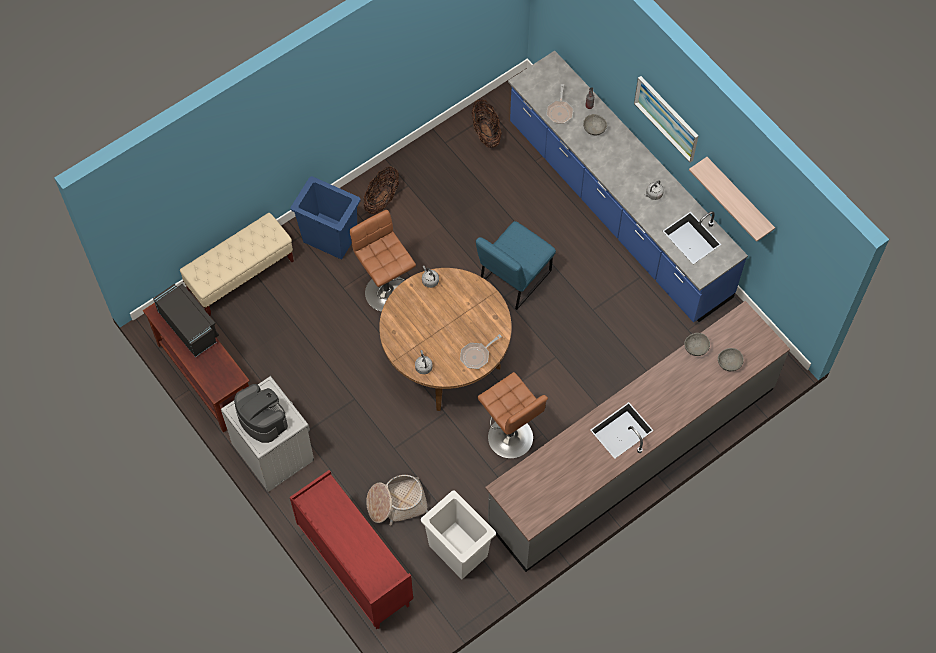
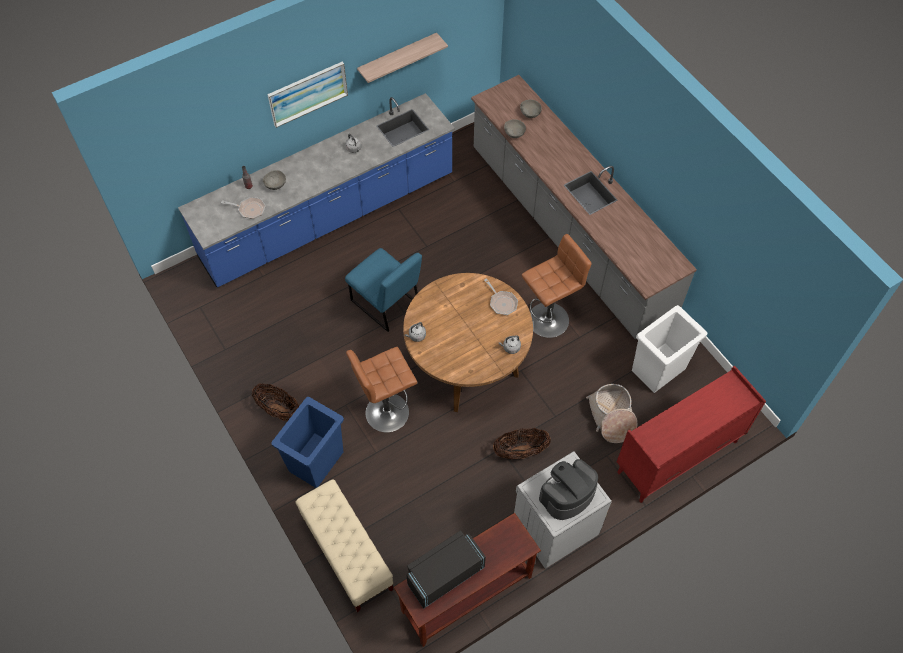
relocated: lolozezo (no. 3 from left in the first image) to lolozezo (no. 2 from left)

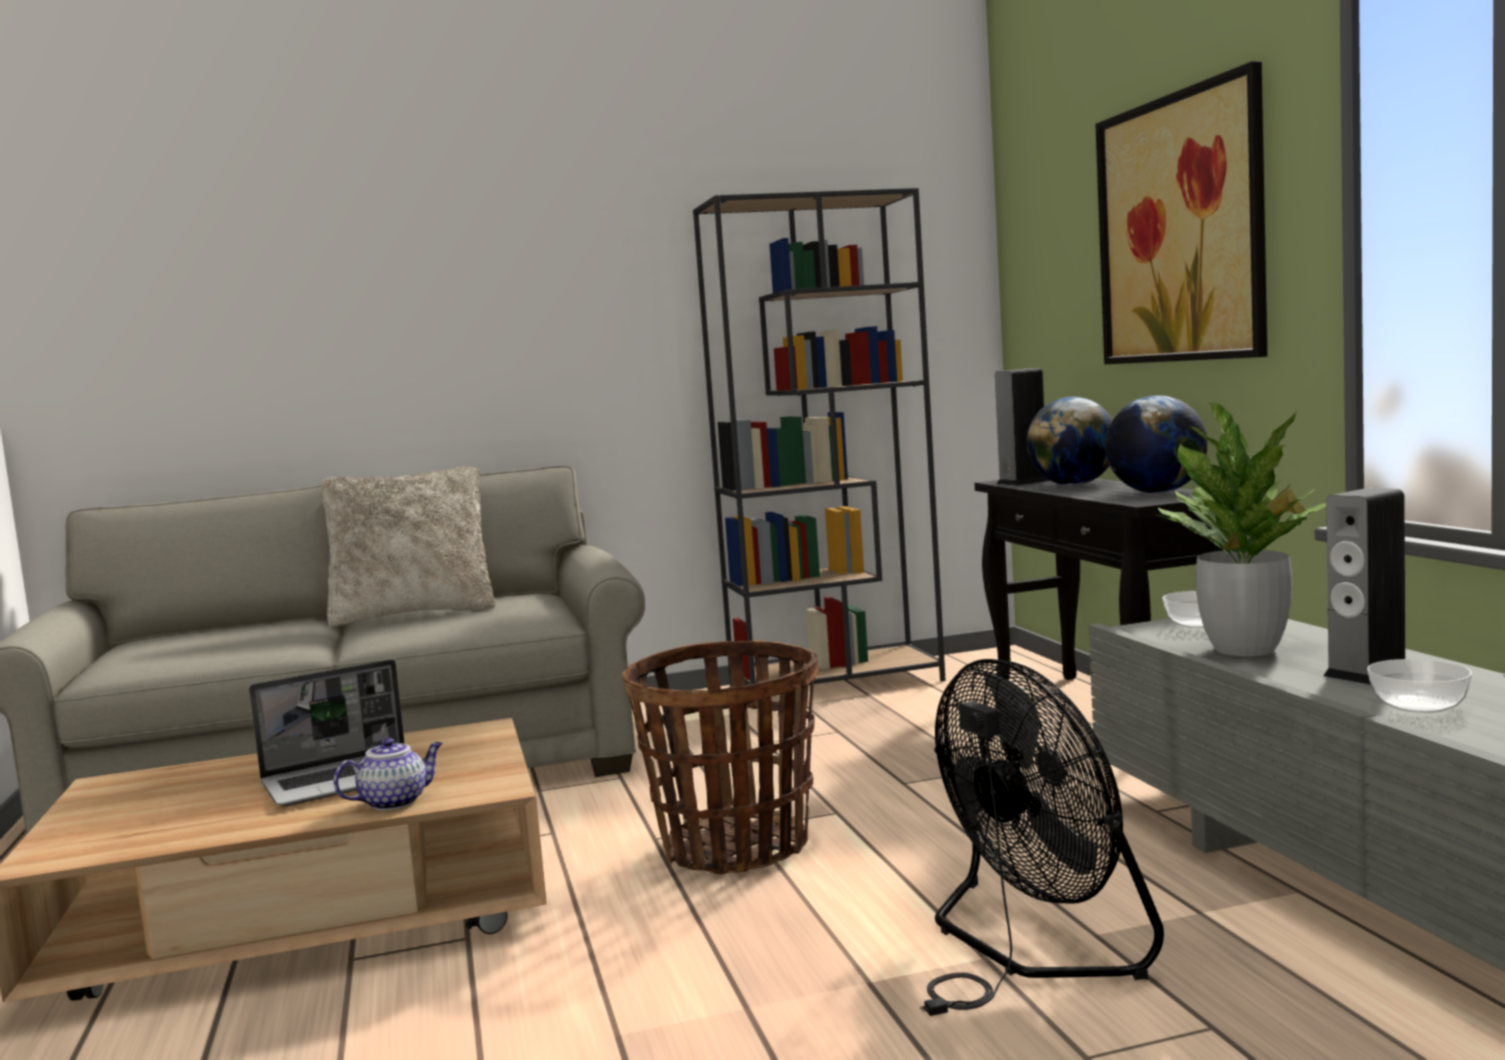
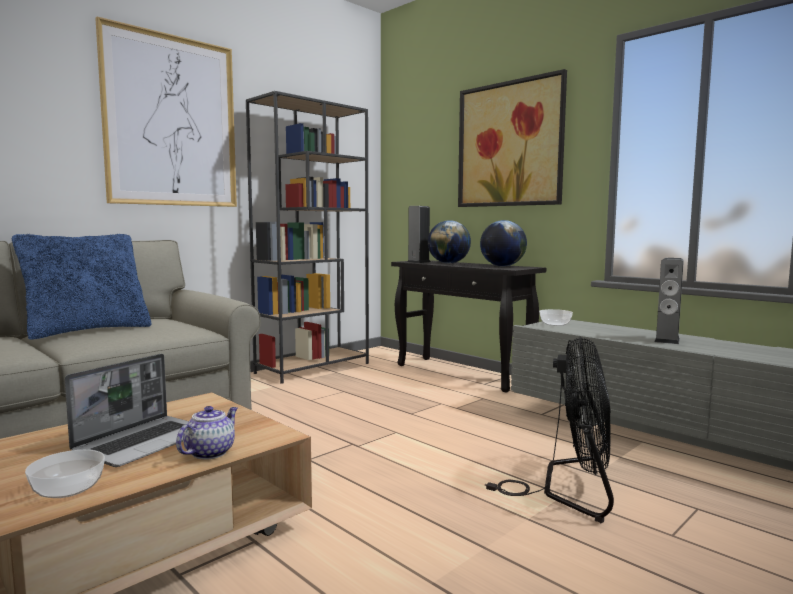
missing: lolozezo; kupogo
appeared: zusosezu (no. 1 from left)
relocated: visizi (no. 2 from left in the first image) to visizi (no. 1 from left)
colour: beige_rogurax to blue_rogurax
spun: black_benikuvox 75 degrees clockwise

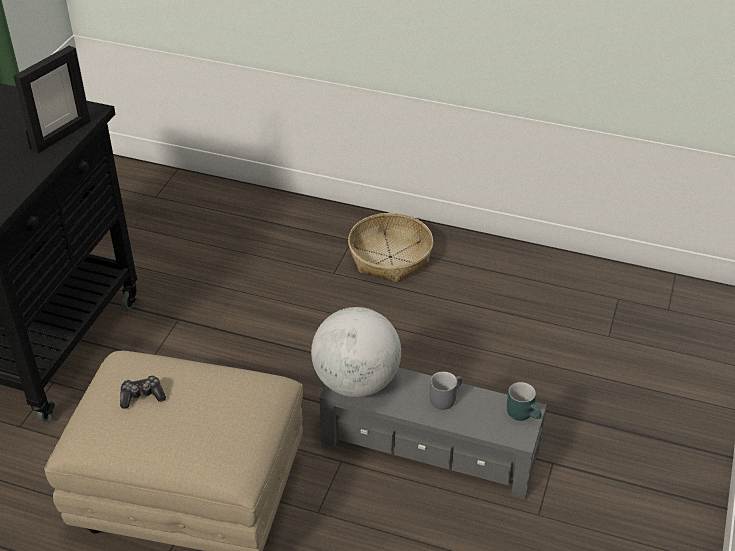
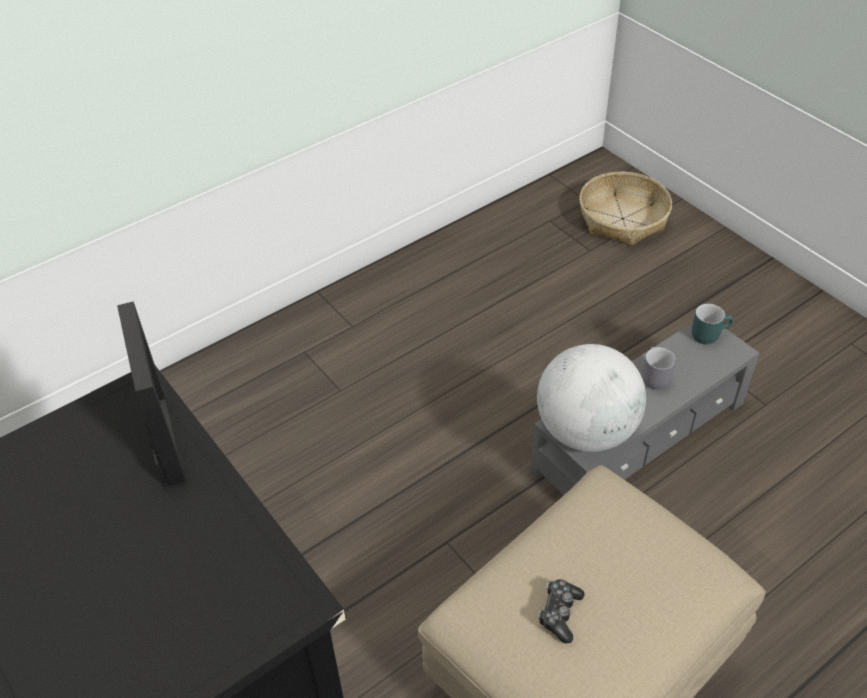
relocated: lolozezo

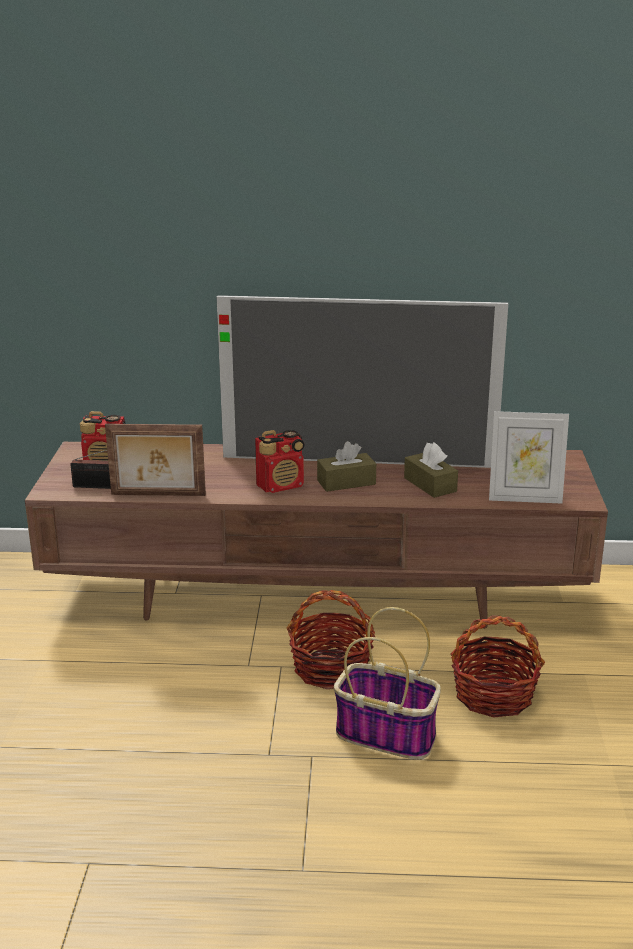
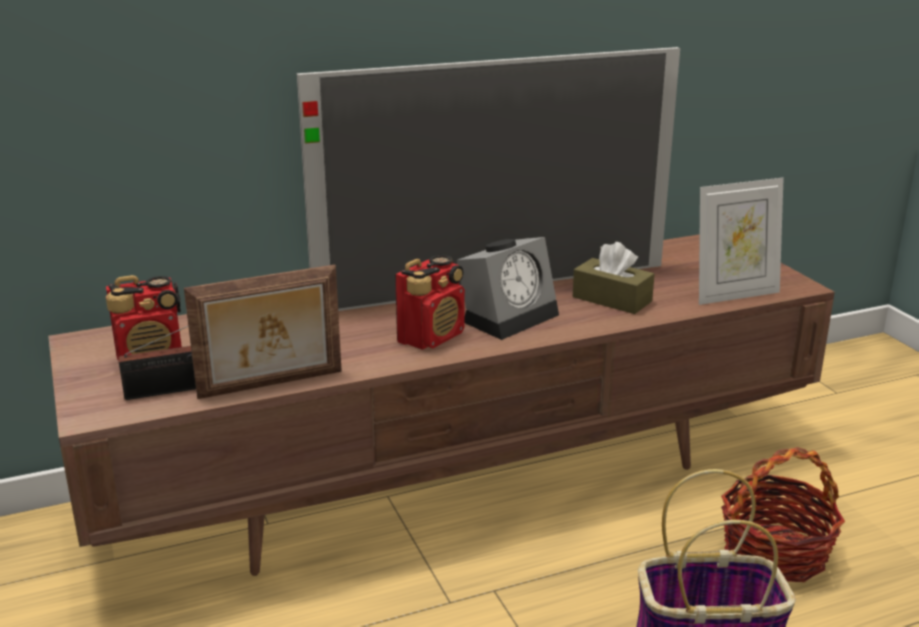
missing: lolozezo (no. 1 from left)
exchanged: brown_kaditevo (no. 1 from left) to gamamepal

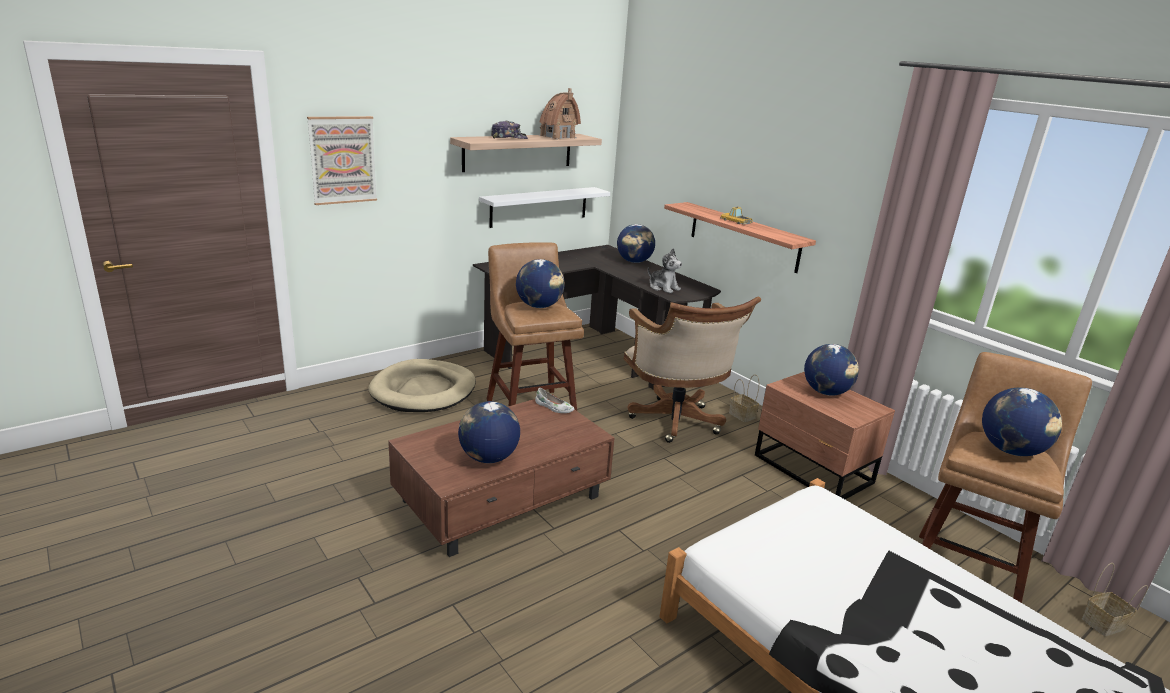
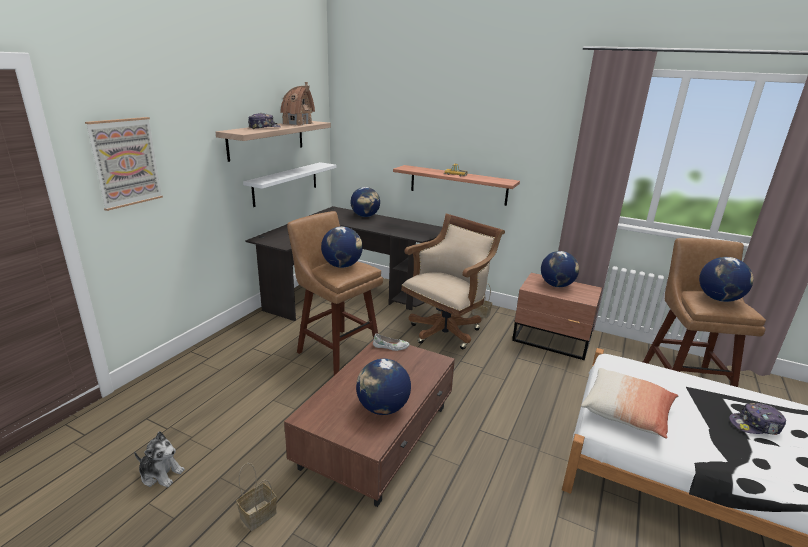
missing: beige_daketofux
appeared: rogurax; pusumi (no. 2 from left)
relocated: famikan; lolozezo (no. 2 from left in the first image) to lolozezo (no. 1 from left)
spun: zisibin 90 degrees counterclockwise

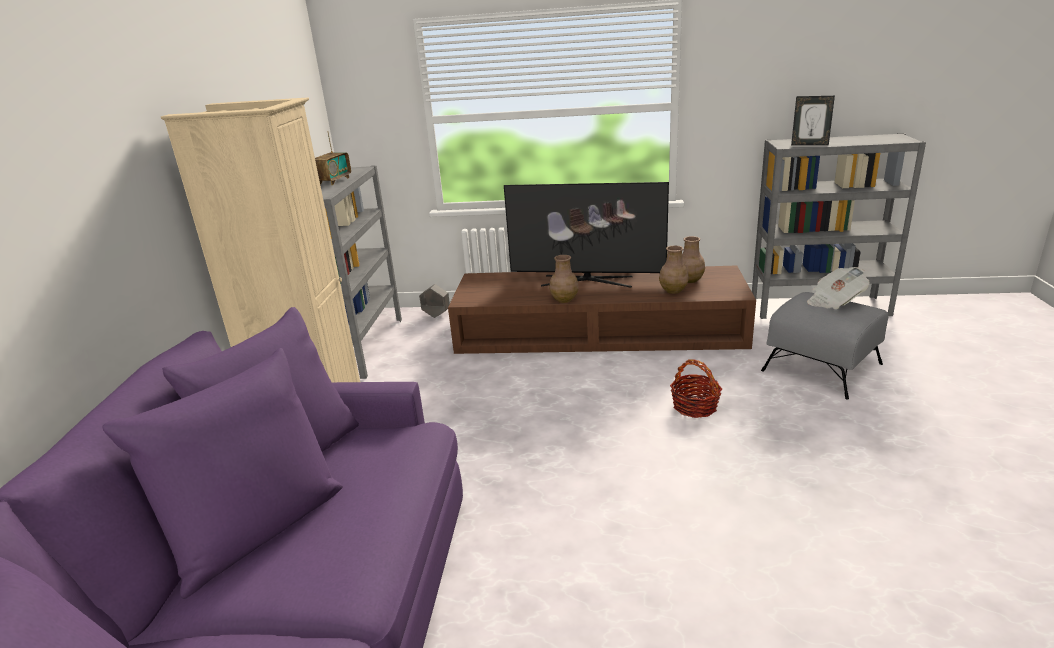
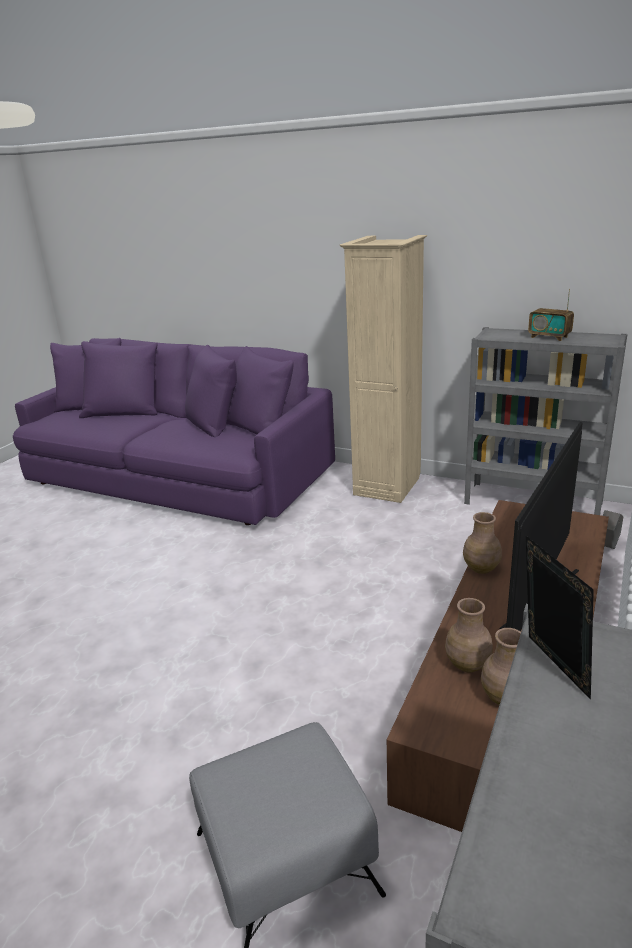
missing: lolozezo; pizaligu
spun: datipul 120 degrees clockwise

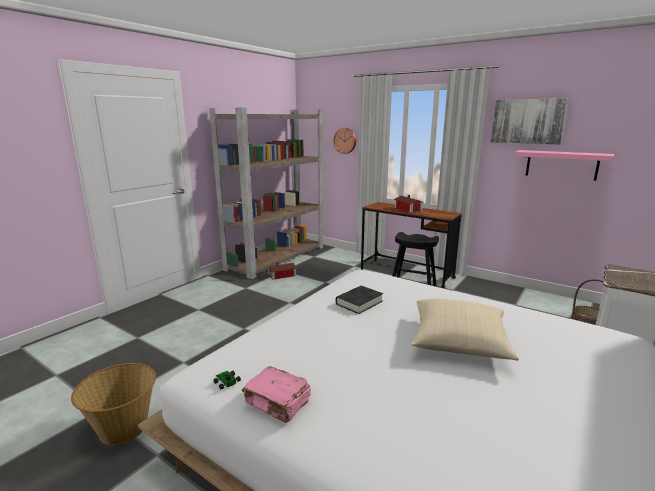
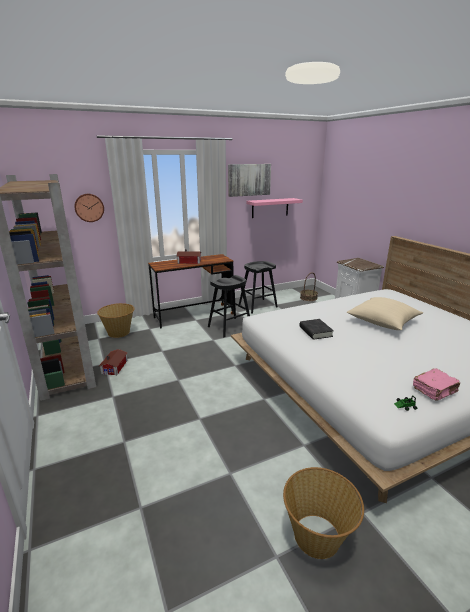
appeared: lolozezo (no. 1 from left); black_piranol (no. 2 from left)

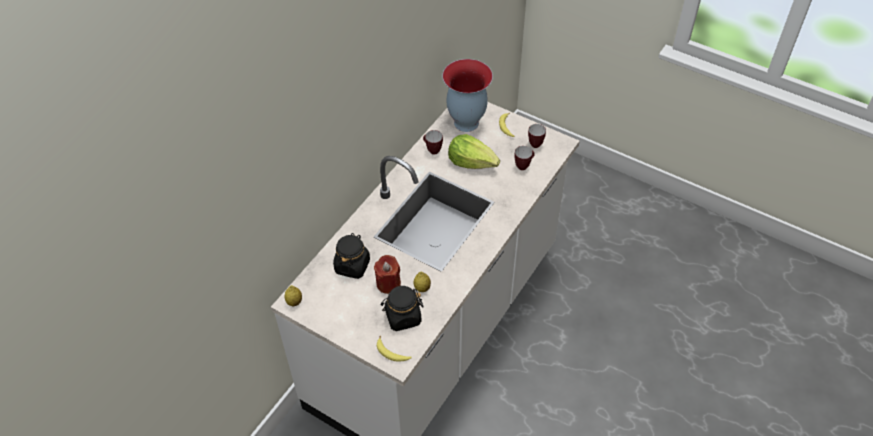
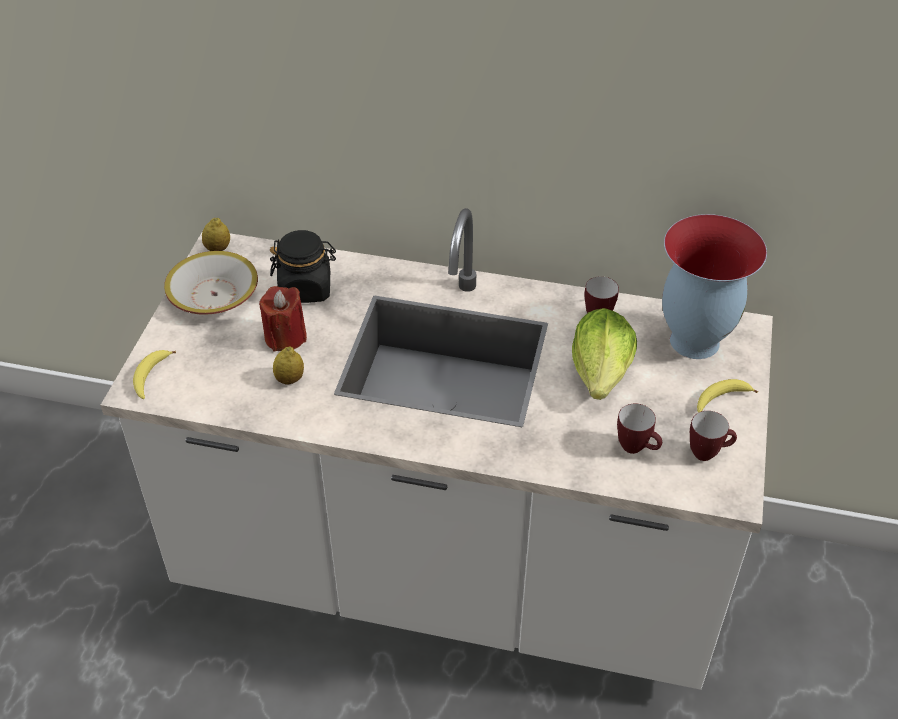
missing: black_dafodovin (no. 2 from left)
appeared: visizi

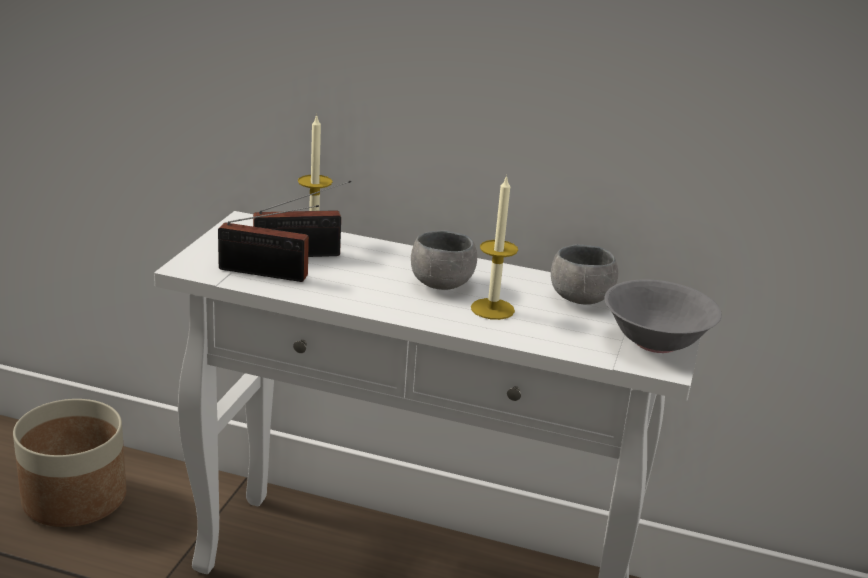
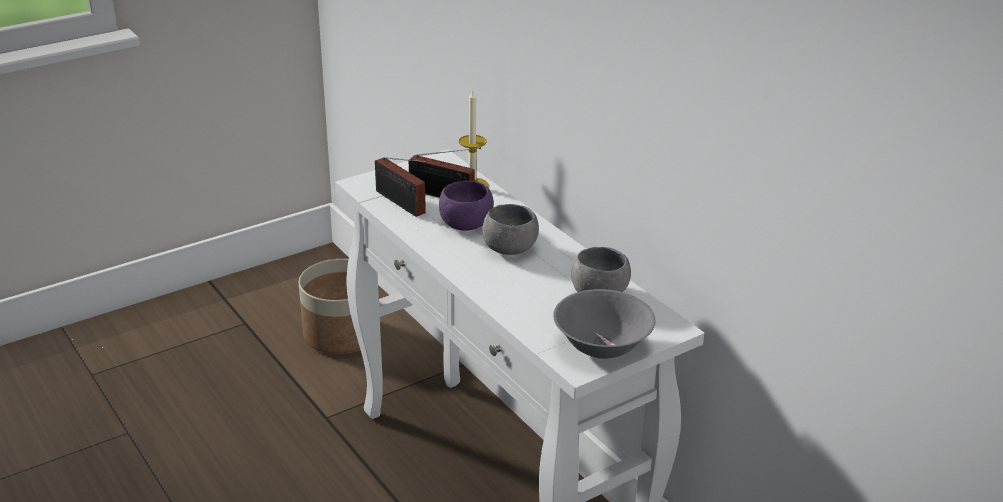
missing: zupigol (no. 2 from left)
appeared: purple_visizi

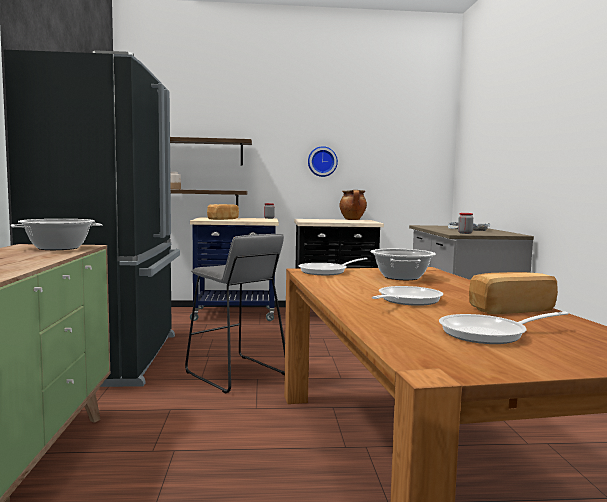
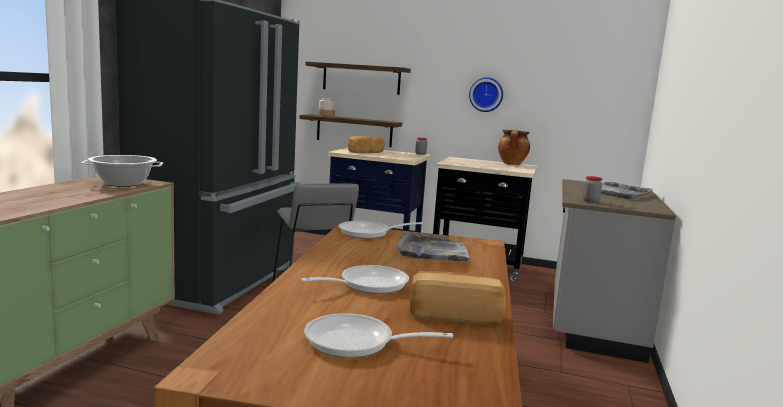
exchanged: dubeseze (no. 3 from left) to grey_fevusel (no. 1 from left)

